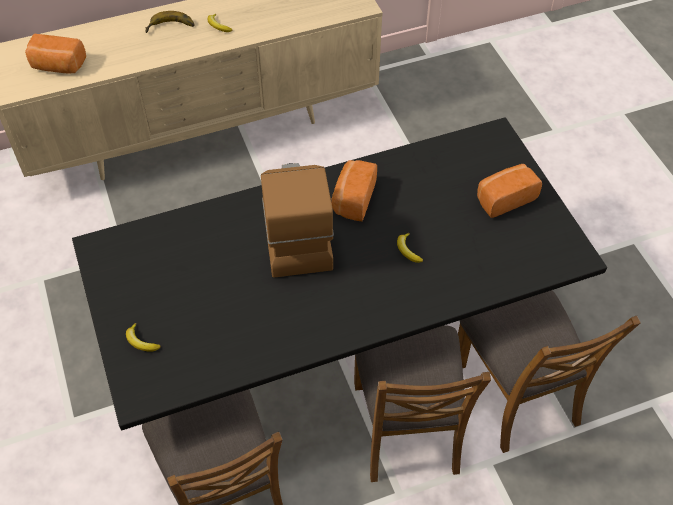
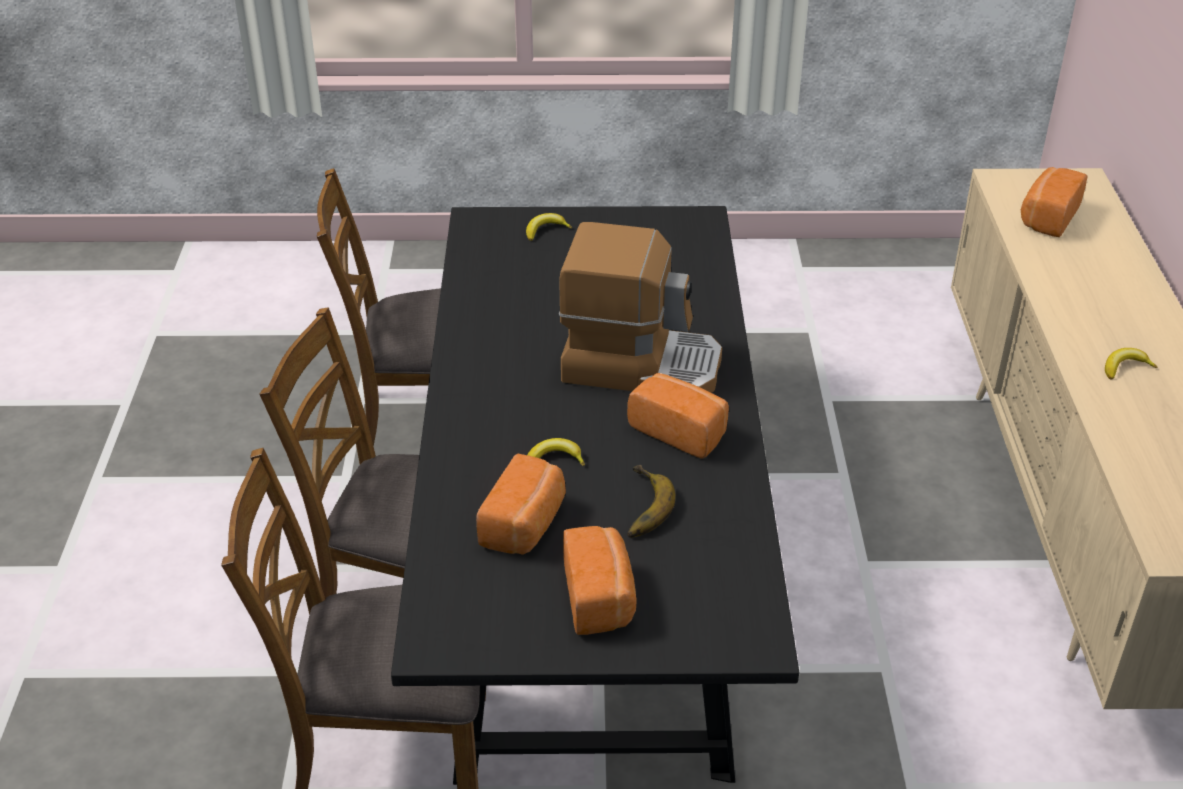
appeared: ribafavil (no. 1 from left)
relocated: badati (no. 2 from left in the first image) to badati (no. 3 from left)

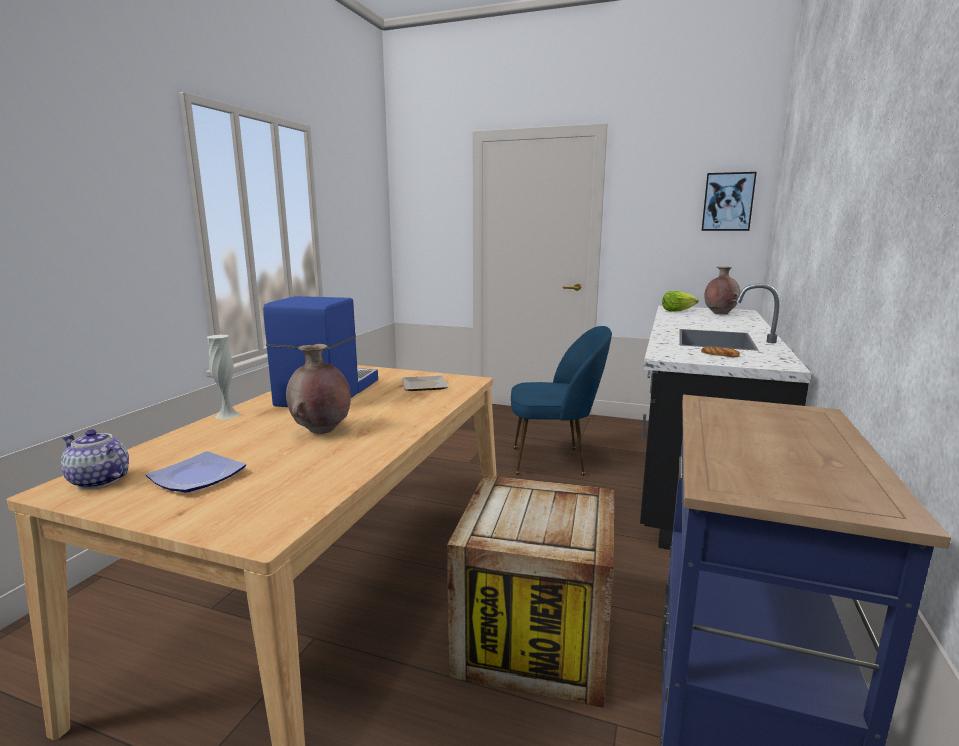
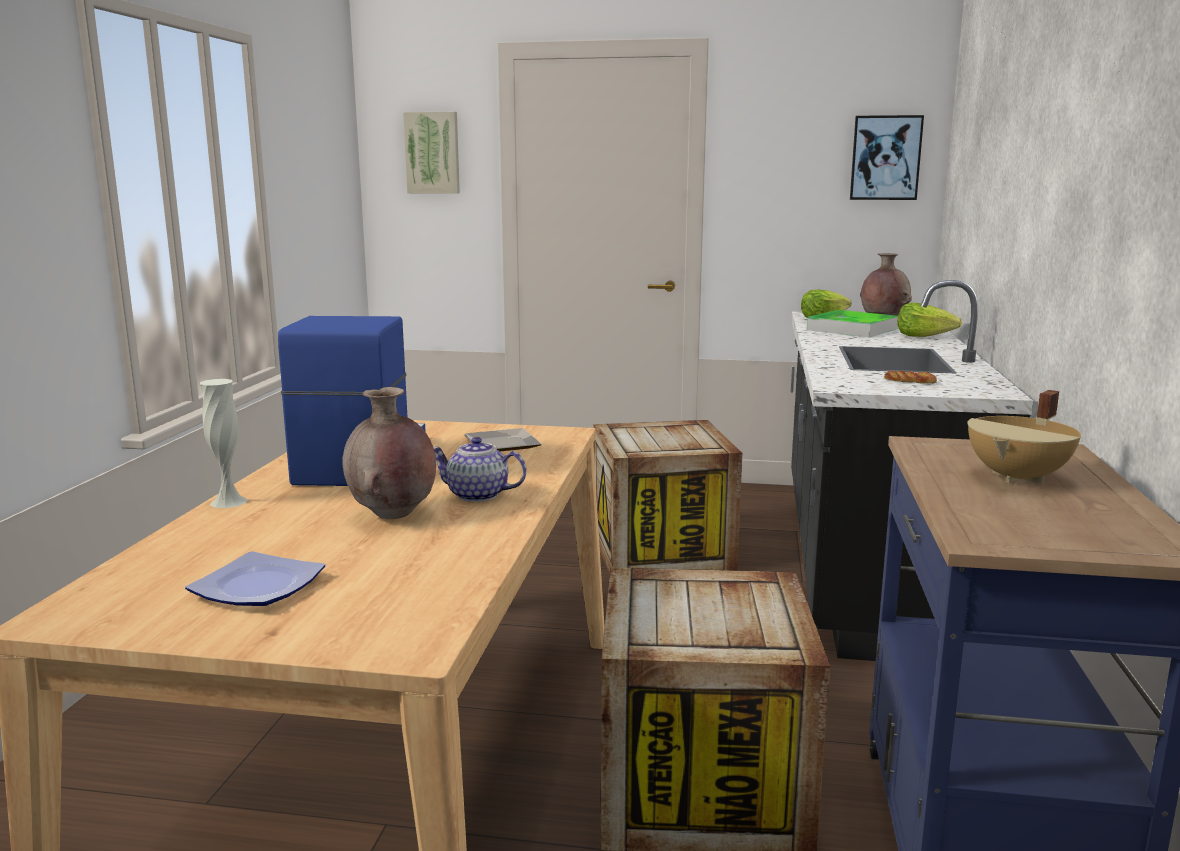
appeared: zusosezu (no. 1 from left); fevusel; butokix (no. 2 from left); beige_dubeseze
relocated: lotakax
exchanged: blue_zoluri to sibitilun (no. 1 from left)

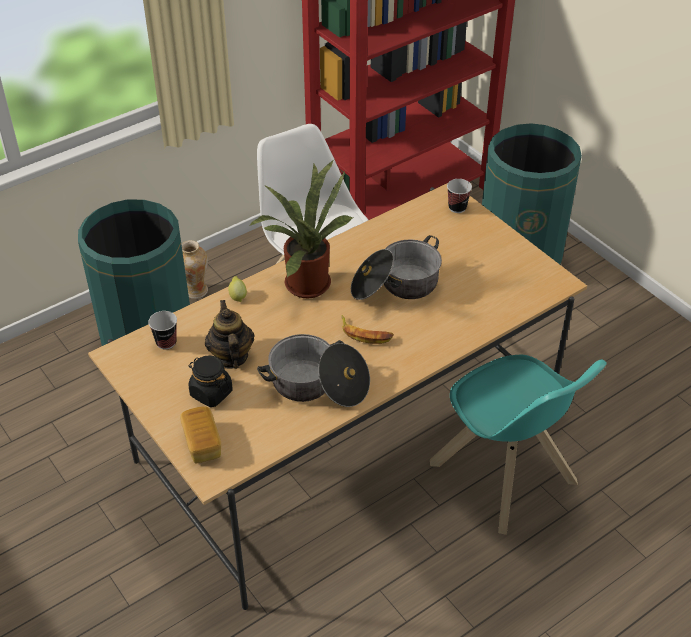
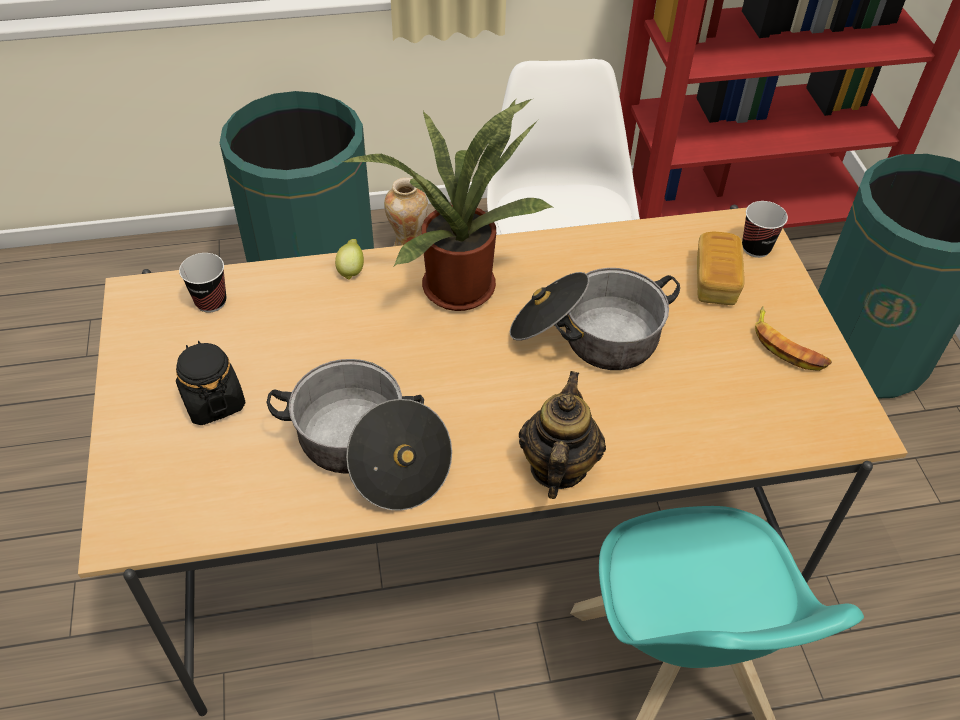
relocated: ribafavil; lotakax; badati

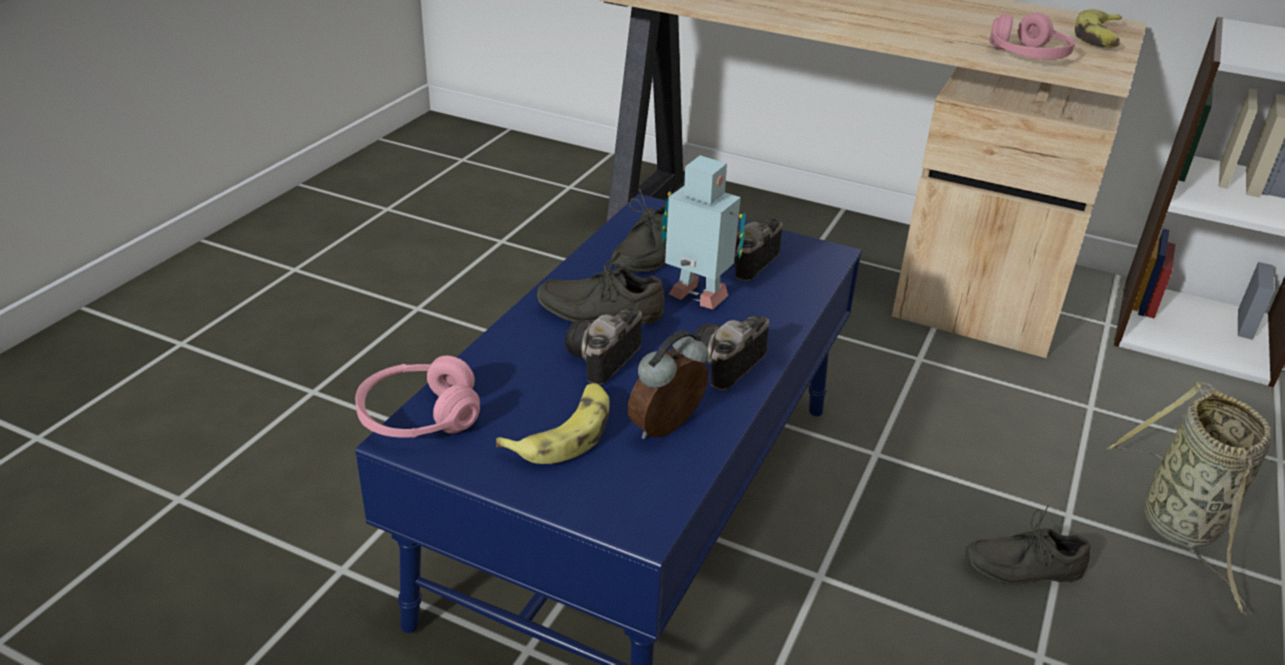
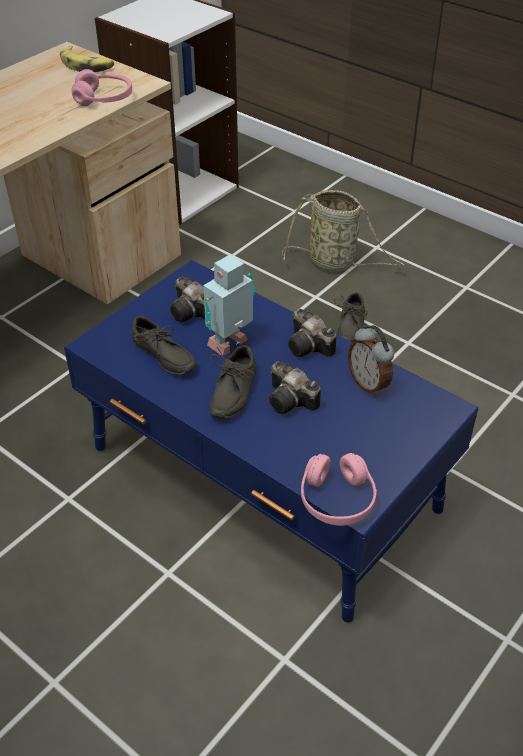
missing: badati (no. 1 from left)

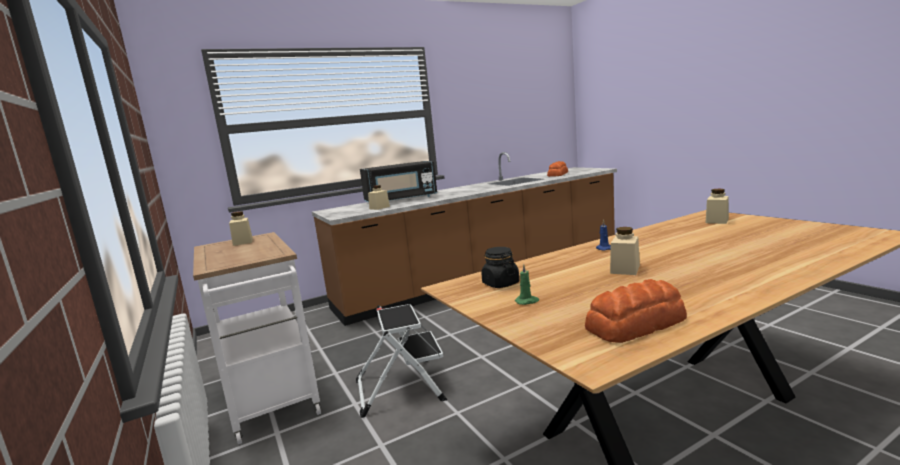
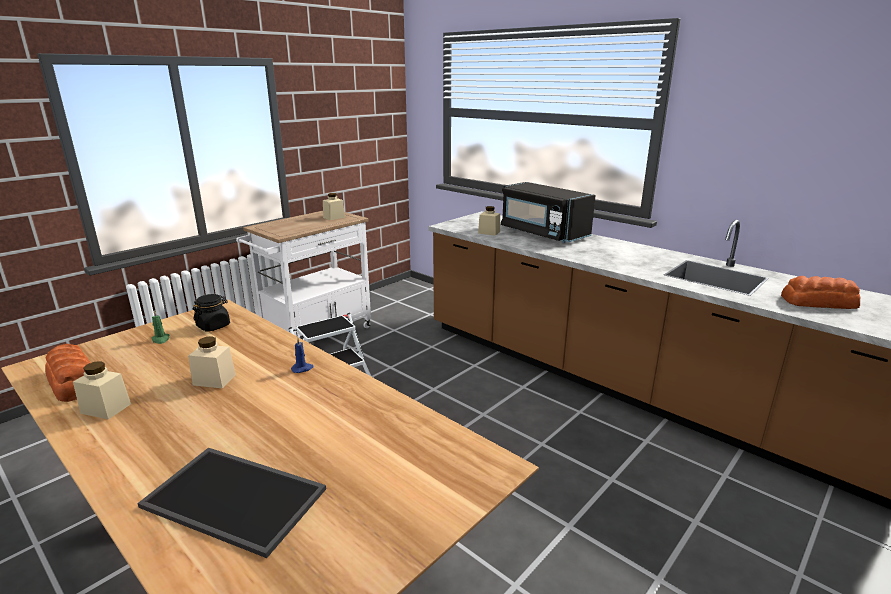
appeared: fevusel
relocated: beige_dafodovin (no. 4 from left in the first image) to beige_dafodovin (no. 1 from left)

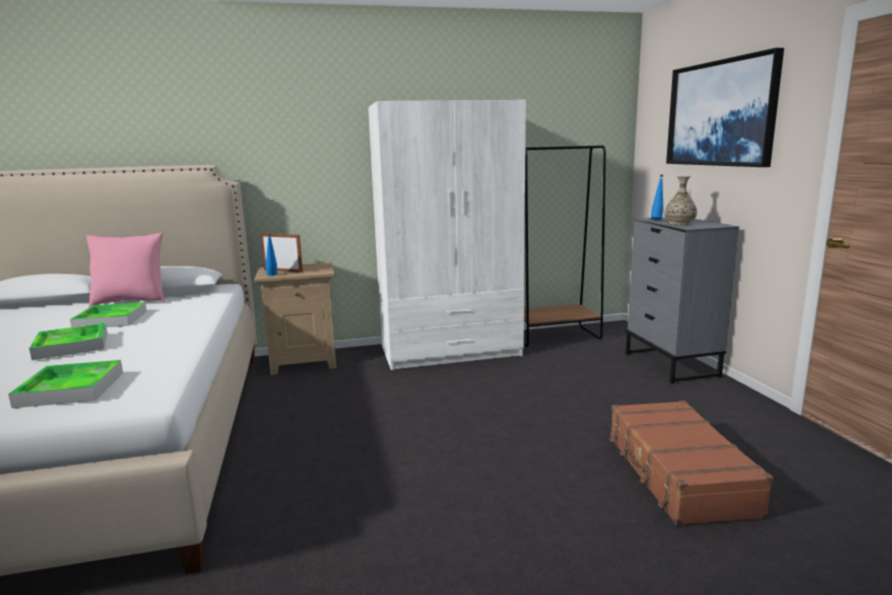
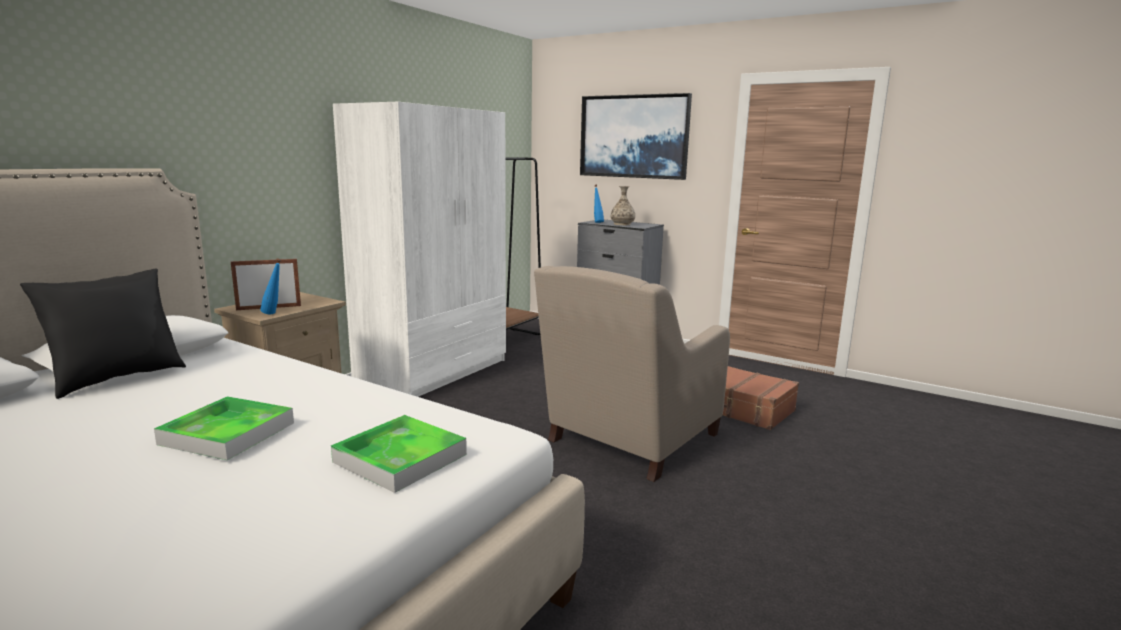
missing: fevusel (no. 3 from left)
appeared: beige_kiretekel
colour: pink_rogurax to black_rogurax

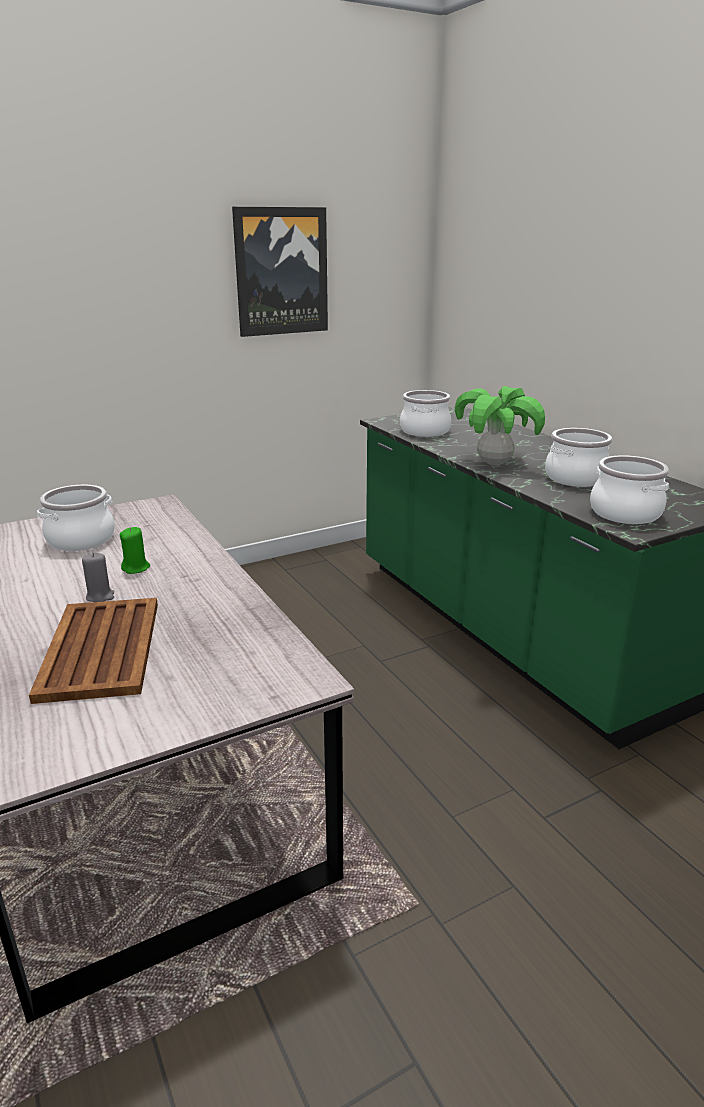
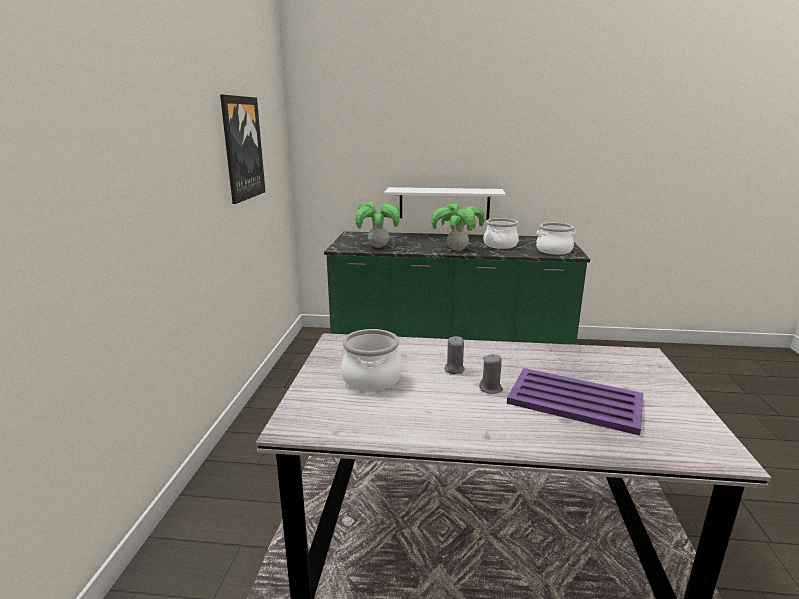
appeared: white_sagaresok
exchanged: dubeseze (no. 2 from left) to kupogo (no. 1 from left)
colour: brown_fevusel to purple_fevusel; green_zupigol to grey_zupigol (no. 1 from left)

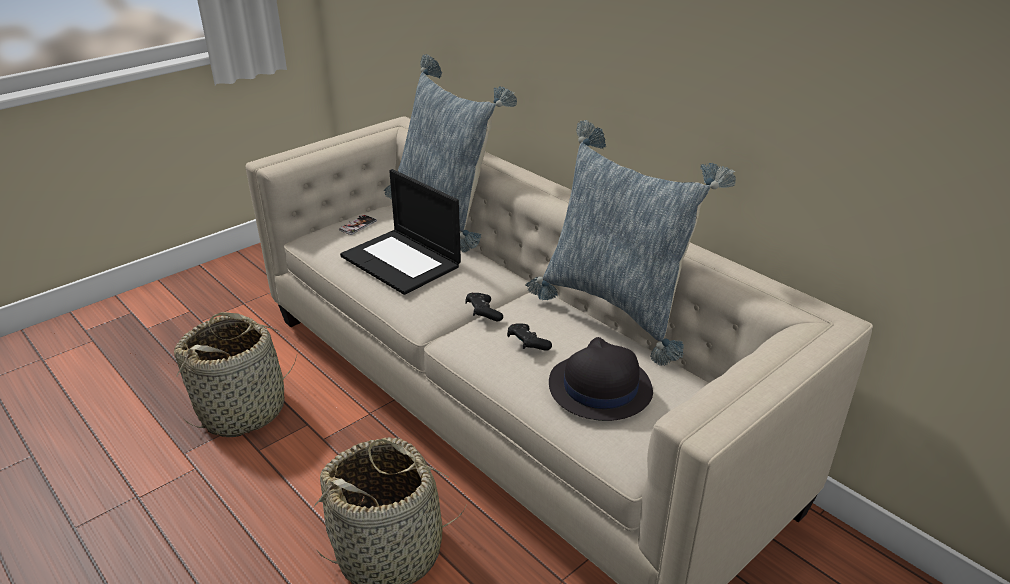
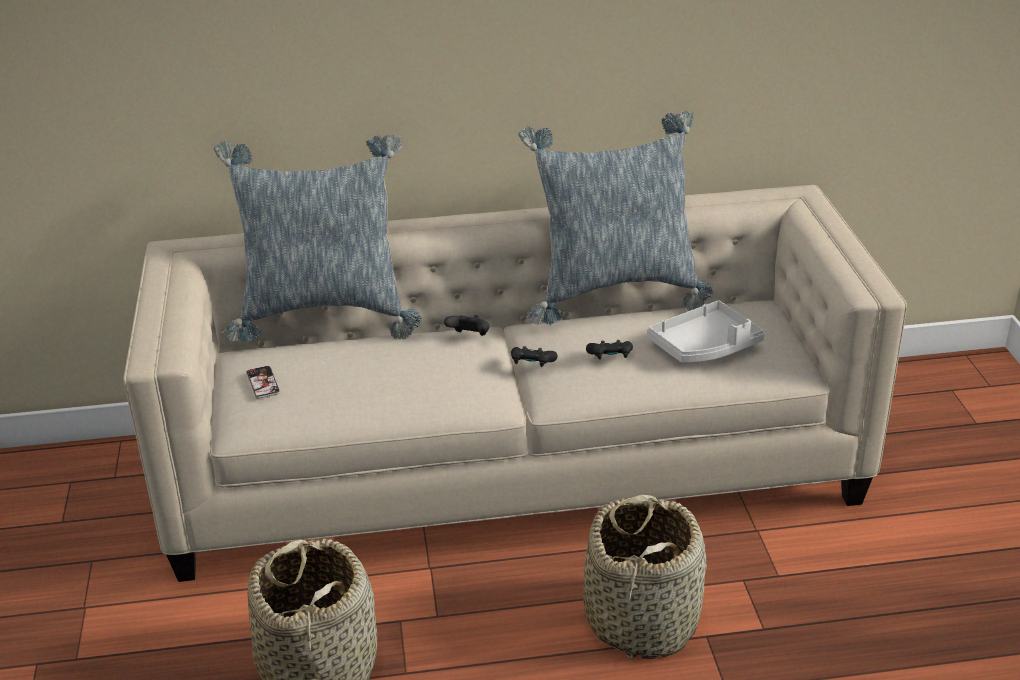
missing: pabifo
appeared: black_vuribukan (no. 1 from left)
exchanged: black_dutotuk to grey_fevusel

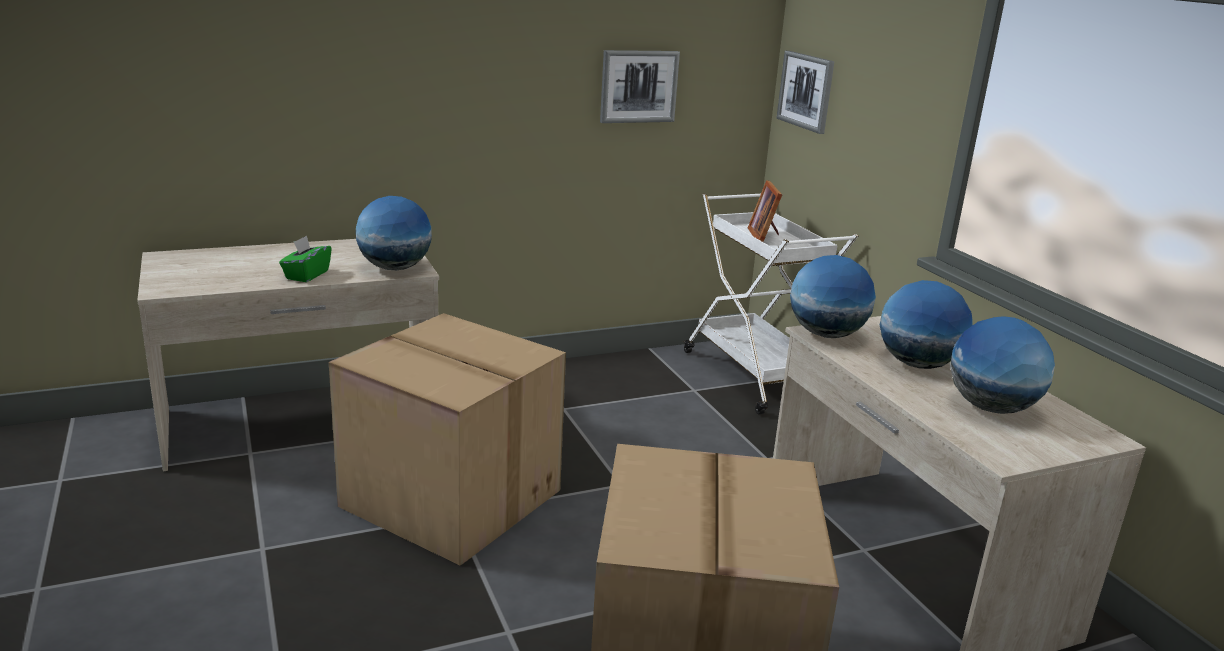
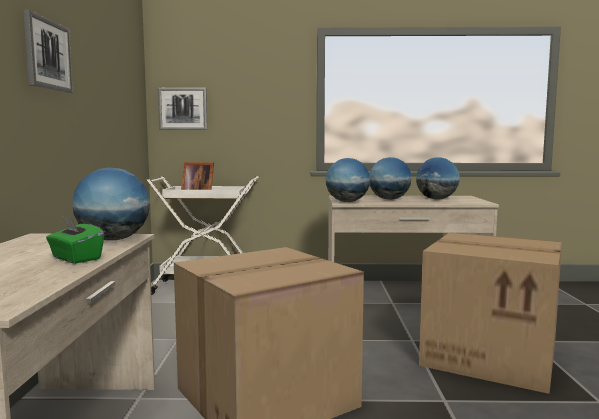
relocated: zusosezu (no. 1 from left)

